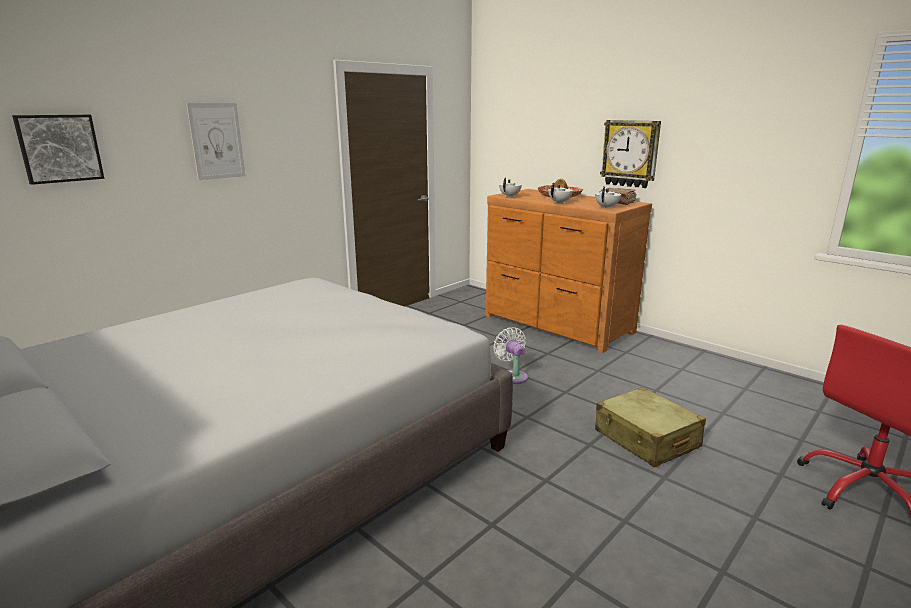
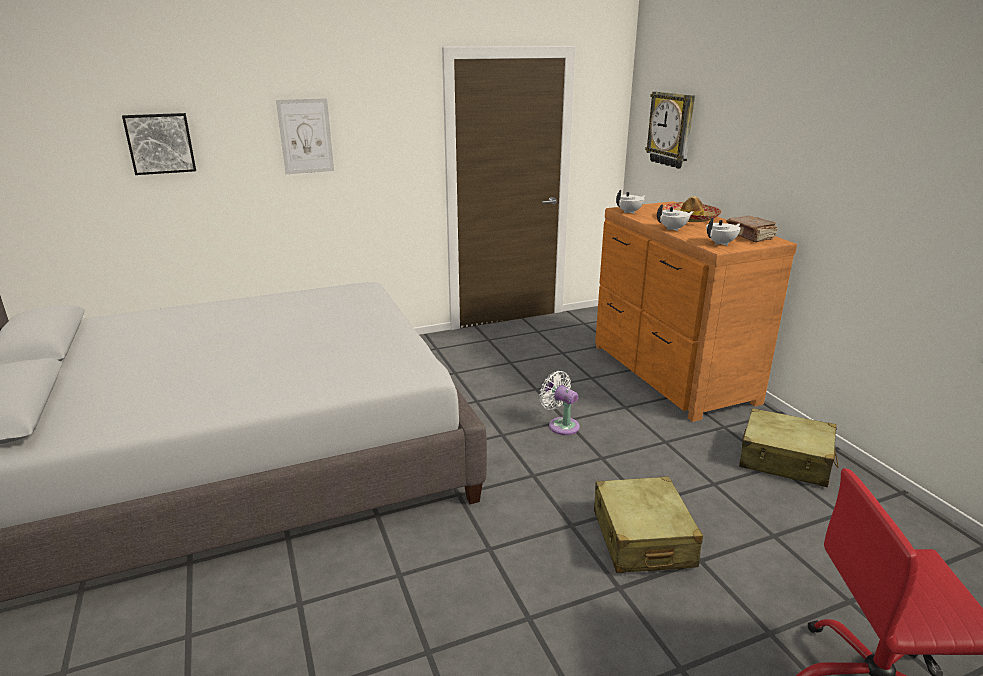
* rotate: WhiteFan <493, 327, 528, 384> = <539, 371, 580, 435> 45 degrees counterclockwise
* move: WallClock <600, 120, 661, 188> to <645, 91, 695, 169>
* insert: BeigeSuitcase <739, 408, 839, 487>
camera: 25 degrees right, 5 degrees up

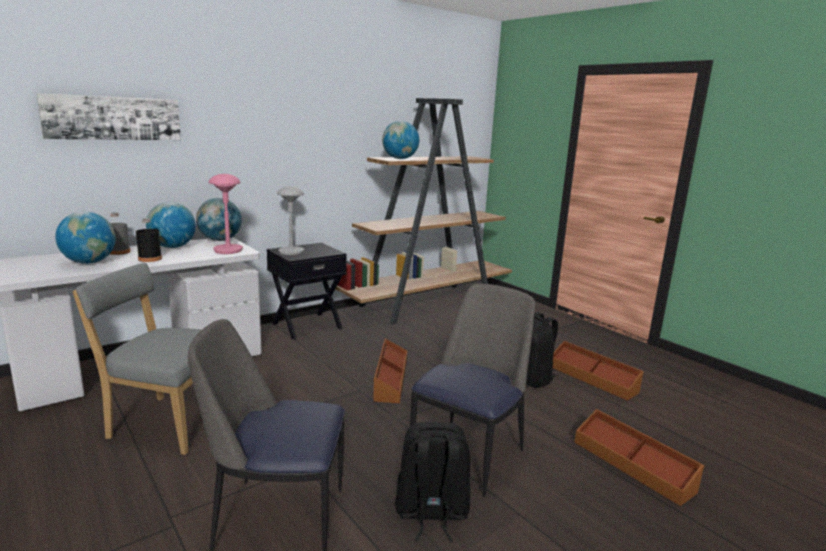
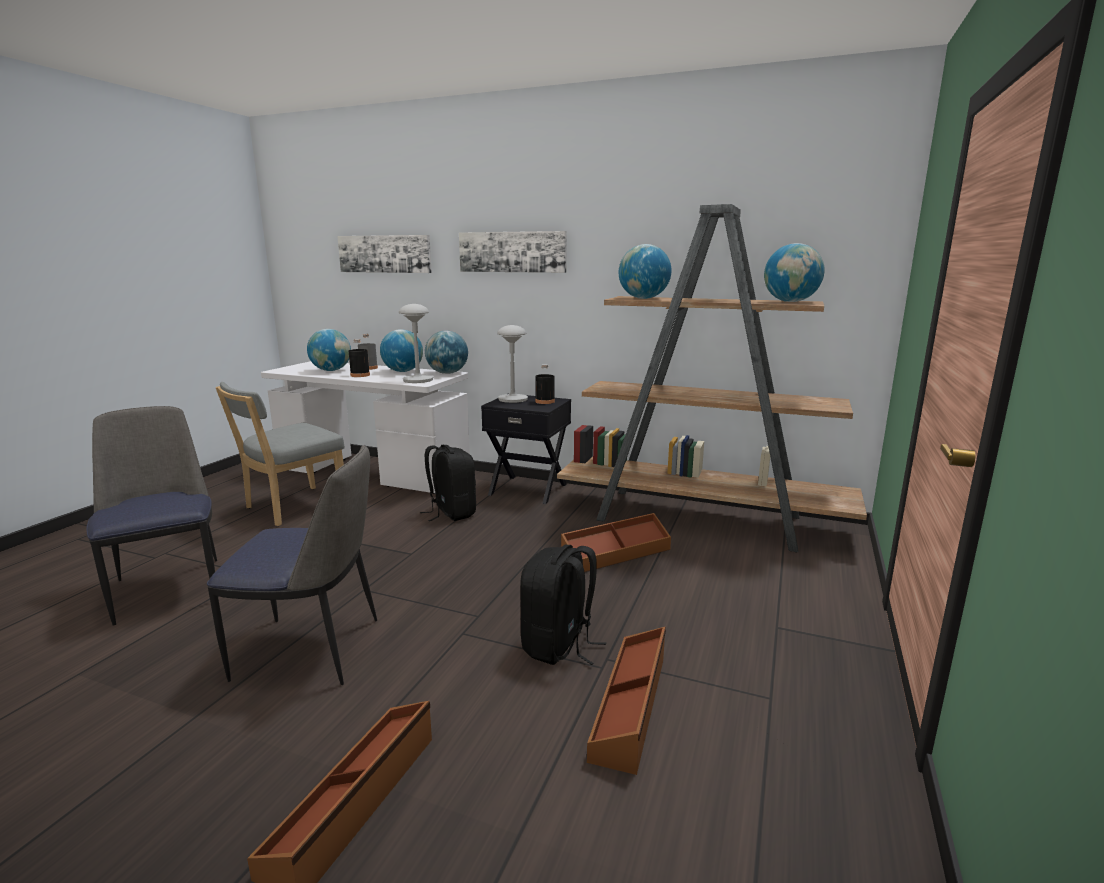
* rotate: GreyChair <72, 263, 201, 455> = <216, 382, 345, 526> 120 degrees counterclockwise
* recolor: PinkTableLamp <209, 174, 243, 254> to GreyTableLamp <399, 304, 433, 383>
* move: BrownStorageBox <373, 339, 407, 403> to <561, 513, 671, 572>
* move: BlackBackpack <395, 422, 470, 542> to <420, 445, 476, 521>
* insert: Picture <459, 231, 567, 273>
* insert: BlackBottle <535, 364, 555, 404>
* insert: Globe <764, 243, 825, 302>
camera: 60 degrees right, 0 degrees up

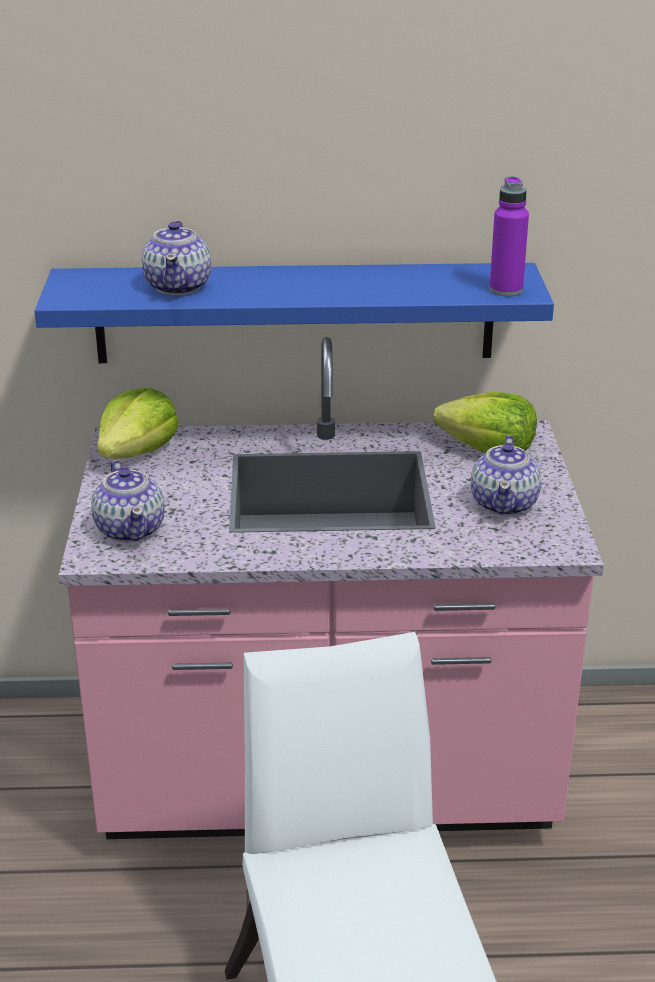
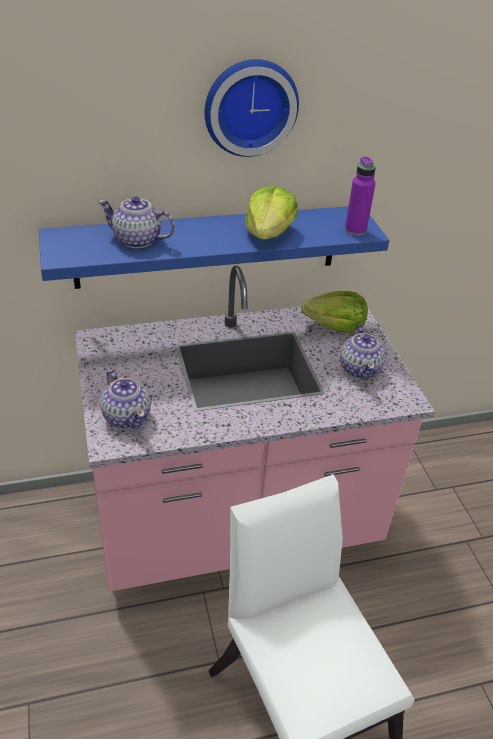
* move: Lettuce <97, 388, 179, 459> to <245, 186, 298, 240>
* rotate: Teapot <142, 221, 211, 295> = <98, 196, 175, 248> 120 degrees clockwise
* insert: WallClock <204, 59, 299, 157>
camera: 15 degrees left, 10 degrees up

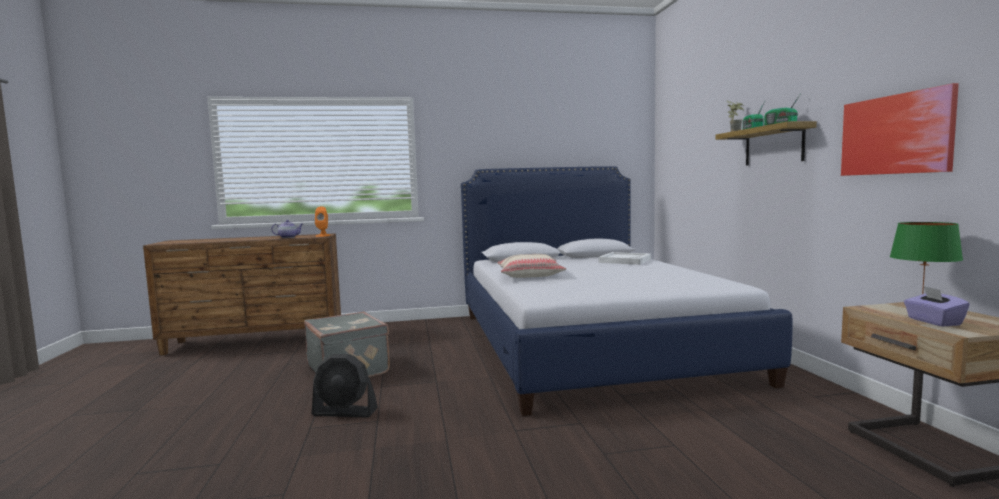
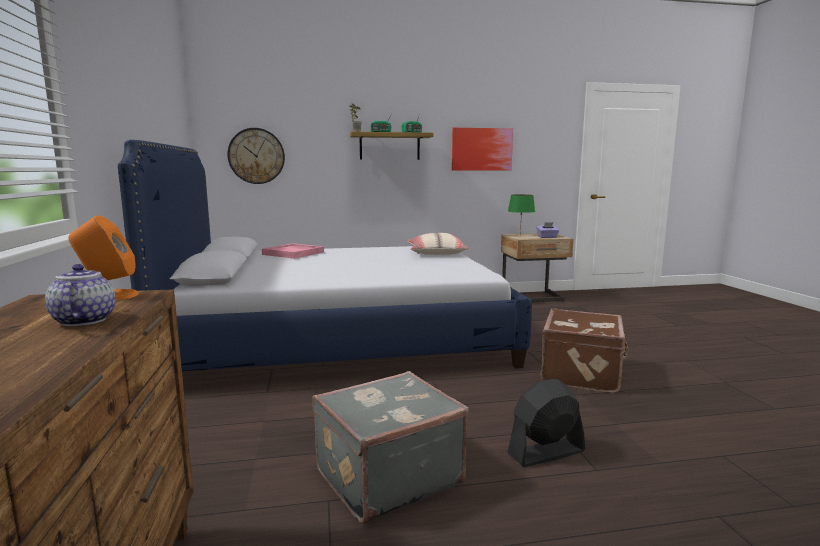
* rotate: BlackFan <312, 354, 378, 418> = <507, 379, 585, 467> 120 degrees counterclockwise
* move: BeigePillow <497, 254, 566, 278> to <407, 233, 469, 255>
* recolor: WhiteTray <599, 252, 651, 265> to PinkTray <262, 243, 324, 259>
* insert: WallClock <227, 128, 285, 184>
* insert: BrownSuitcase <540, 308, 628, 393>
camera: 90 degrees left, 5 degrees up

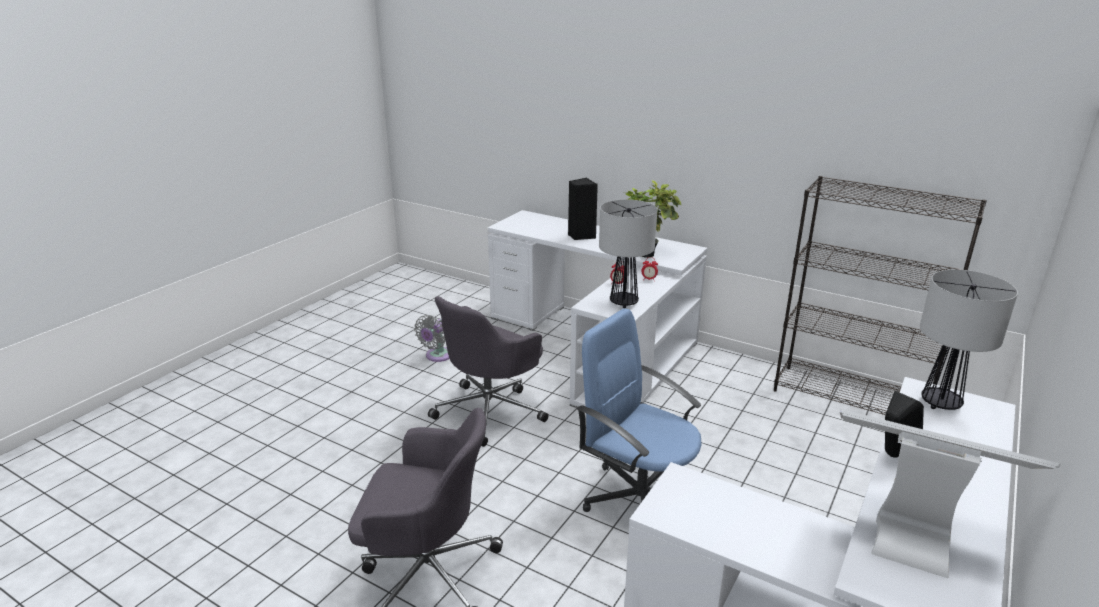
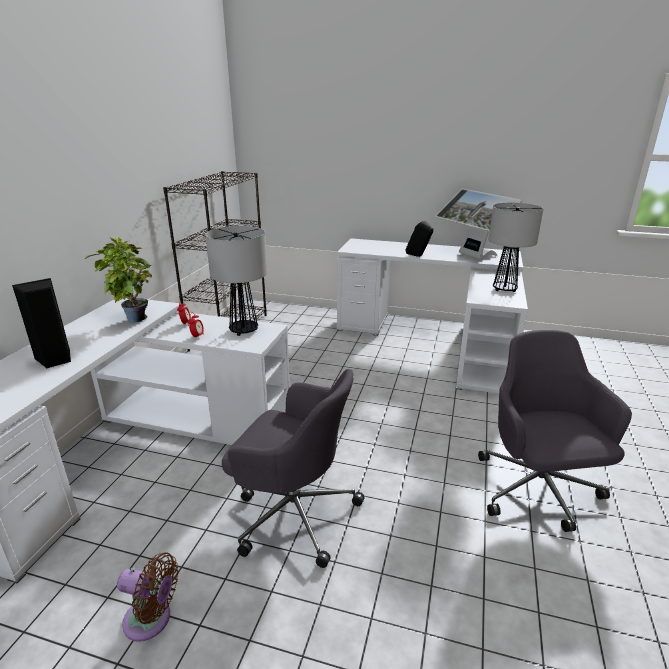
* recolor: GreyFan <414, 315, 450, 362> to BrownFan <117, 552, 178, 642>
* delete: BlueOfficeChair <577, 308, 702, 512>
* rotate: Monitor <840, 409, 1060, 578> = <435, 189, 522, 260> 45 degrees counterclockwise
* move: TableLamp <920, 269, 1018, 410> to <488, 202, 543, 292>
camera: 105 degrees left, 0 degrees up

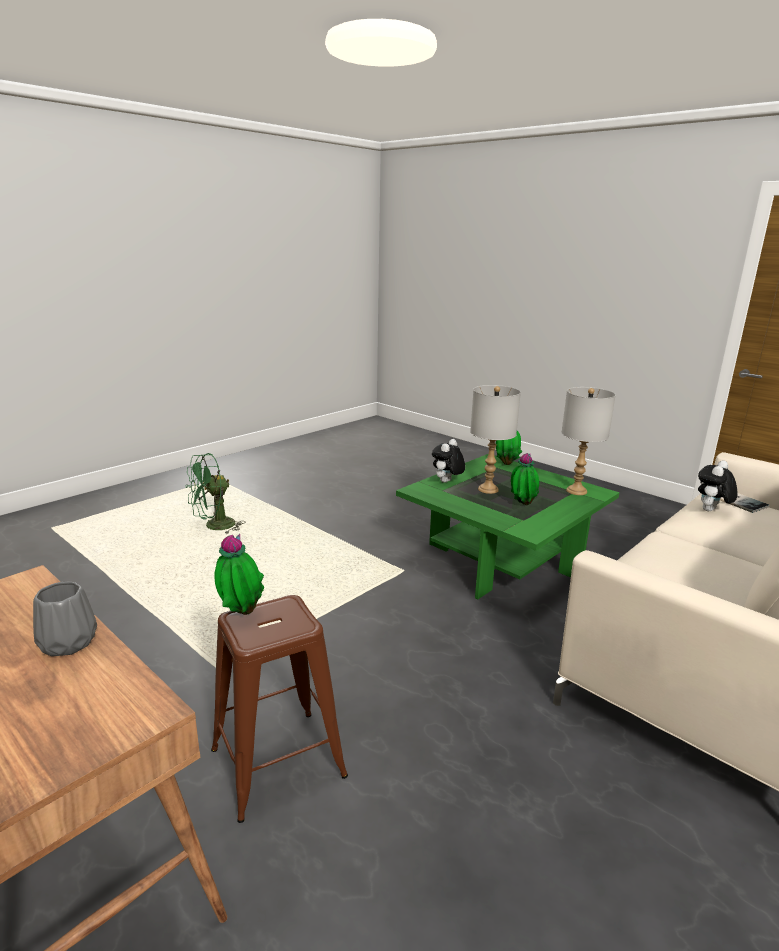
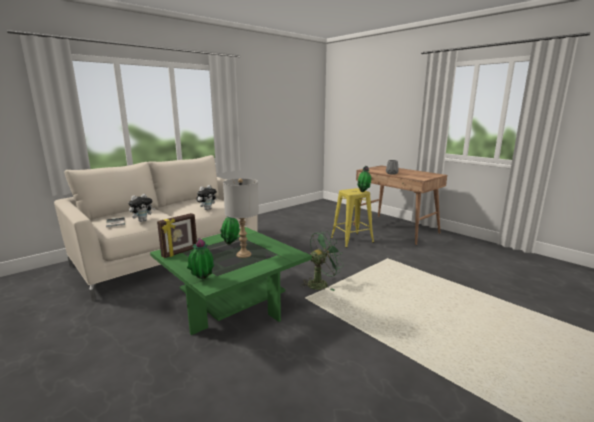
* move: GreenFan <186, 453, 244, 534> to <300, 231, 344, 291>
* recolor: BrownStool <211, 595, 348, 823> to YellowStool <331, 188, 374, 248>
* move: PlushToy <432, 439, 465, 483> to <197, 185, 217, 210>
* replace: GreyTableLamp <561, 387, 616, 495> to PictureFrame <157, 213, 197, 258>
camera: 175 degrees left, 5 degrees down

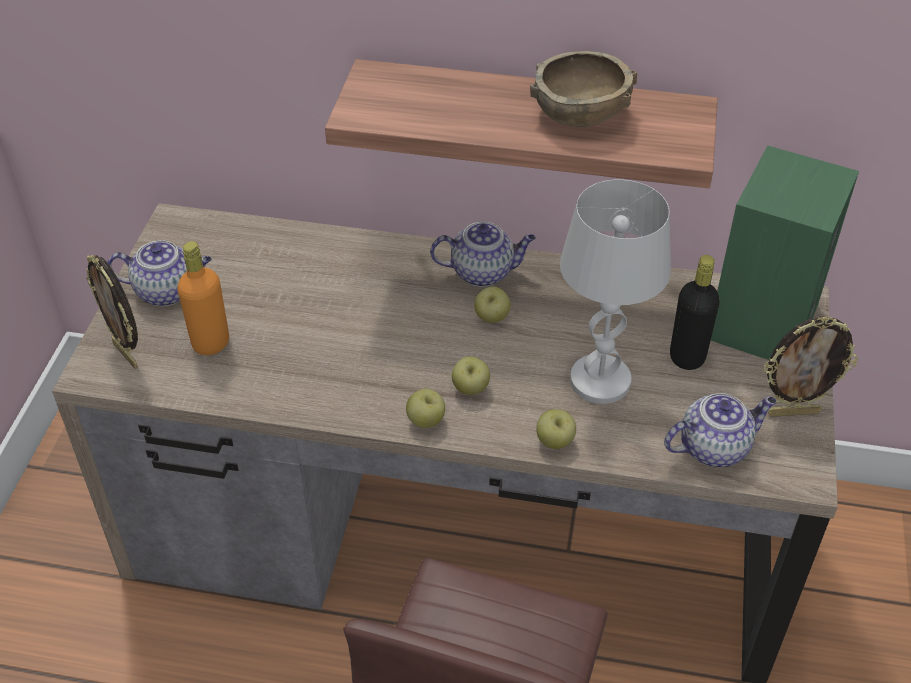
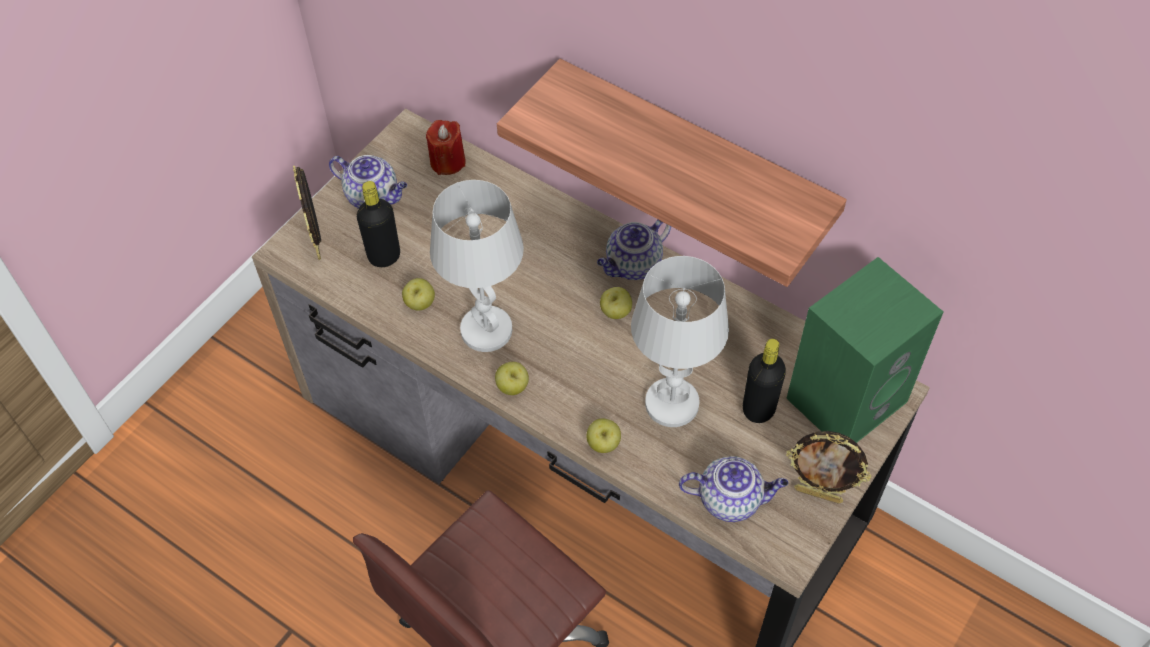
* recolor: OrangeBottle <177, 241, 229, 355> to BlackBottle <357, 181, 400, 267>
* rotate: Teapot <430, 222, 536, 287> = <597, 220, 671, 280> 120 degrees clockwise
* move: Apple <452, 357, 490, 395> to <402, 278, 435, 311>
* delete: BrownBowl <530, 51, 637, 127>
* insert: RedCandle <426, 120, 466, 175>
* insert: WhiteTableLamp <430, 180, 524, 352>
camera: 25 degrees right, 10 degrees up

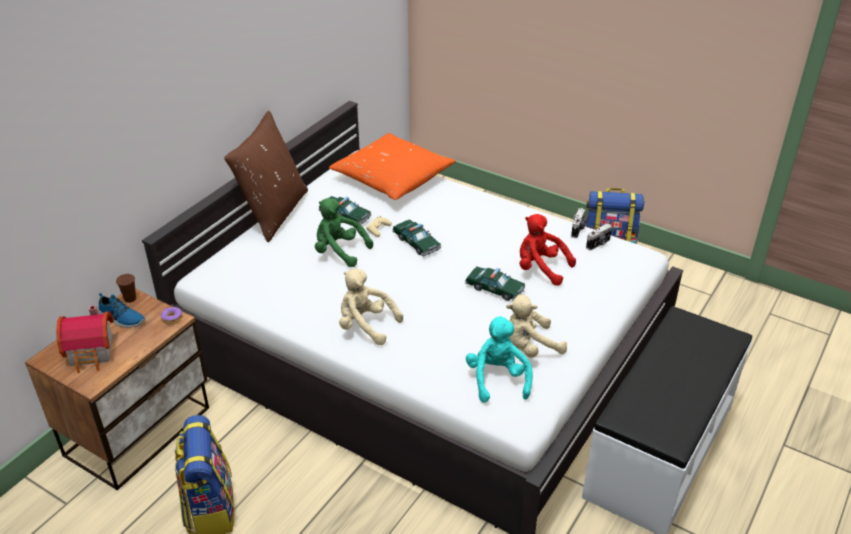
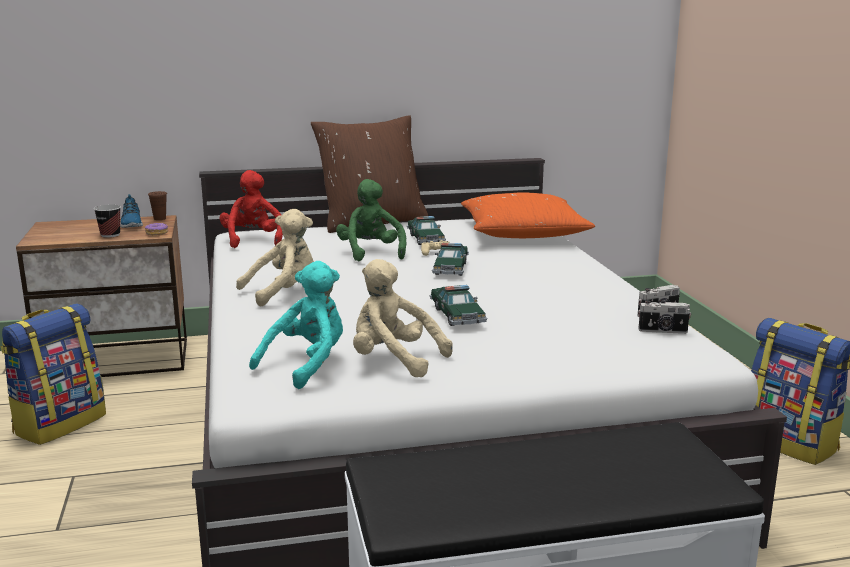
* delete: ToyHouse <56, 305, 114, 373>
* rotate: BeigePlushToy <339, 269, 403, 345> = <236, 209, 314, 307> 75 degrees clockwise
* move: RedPlushToy <520, 214, 576, 286> to <219, 170, 283, 248>
* insert: Cup <94, 204, 121, 238>
camera: 45 degrees right, 20 degrees down

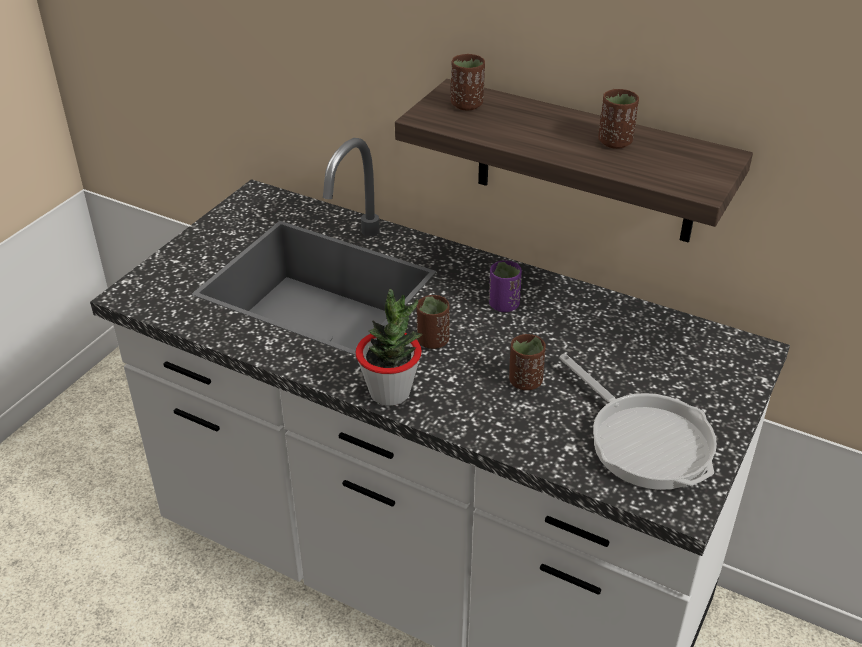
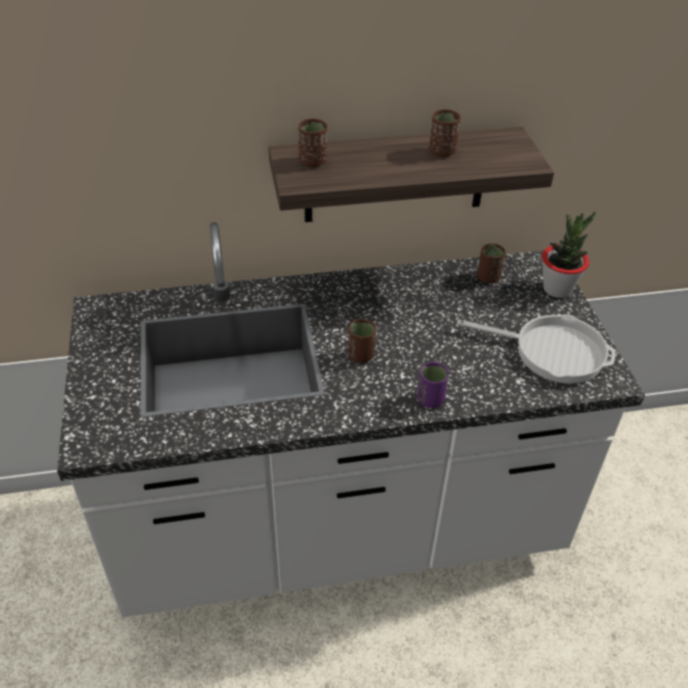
* move: PottedPlant <355, 289, 423, 406> to <542, 212, 596, 298>
* move: PurpleCup <489, 260, 522, 312> to <417, 362, 449, 408>
* move: BrownCup <509, 334, 546, 390> to <477, 243, 506, 283>
camera: 40 degrees left, 5 degrees up

